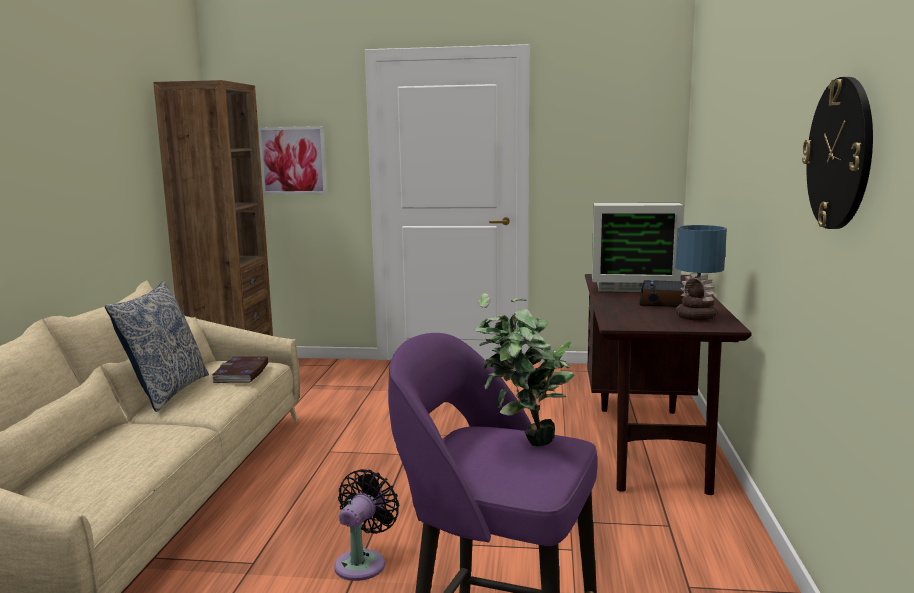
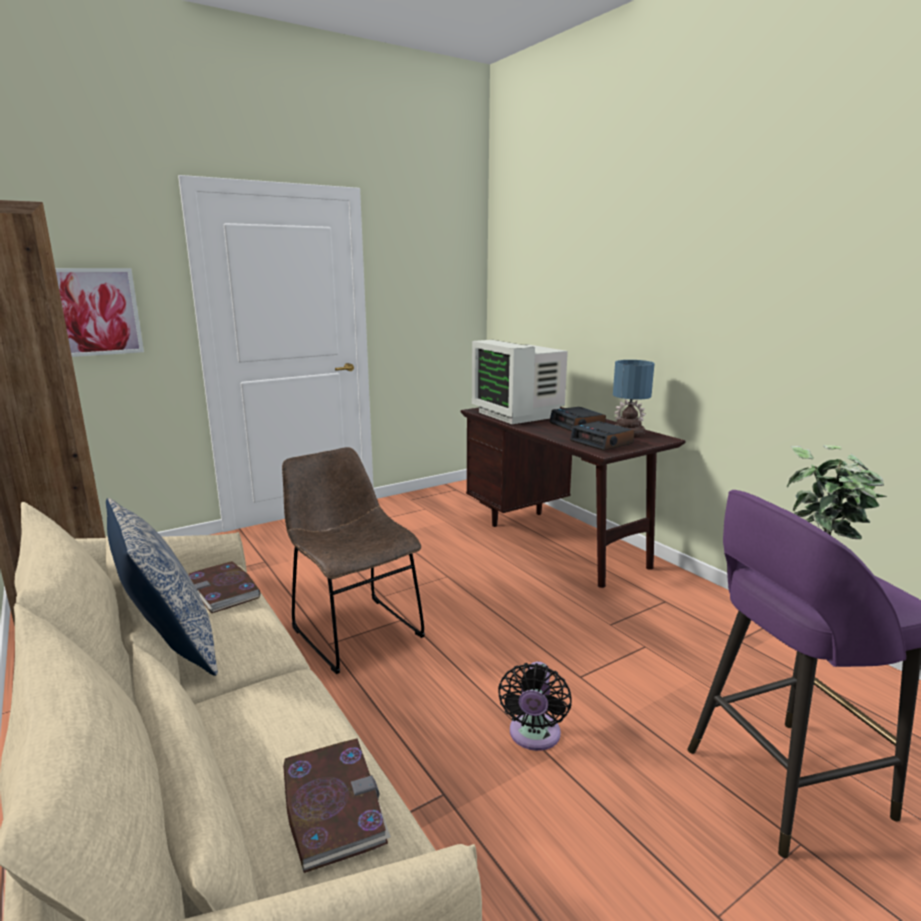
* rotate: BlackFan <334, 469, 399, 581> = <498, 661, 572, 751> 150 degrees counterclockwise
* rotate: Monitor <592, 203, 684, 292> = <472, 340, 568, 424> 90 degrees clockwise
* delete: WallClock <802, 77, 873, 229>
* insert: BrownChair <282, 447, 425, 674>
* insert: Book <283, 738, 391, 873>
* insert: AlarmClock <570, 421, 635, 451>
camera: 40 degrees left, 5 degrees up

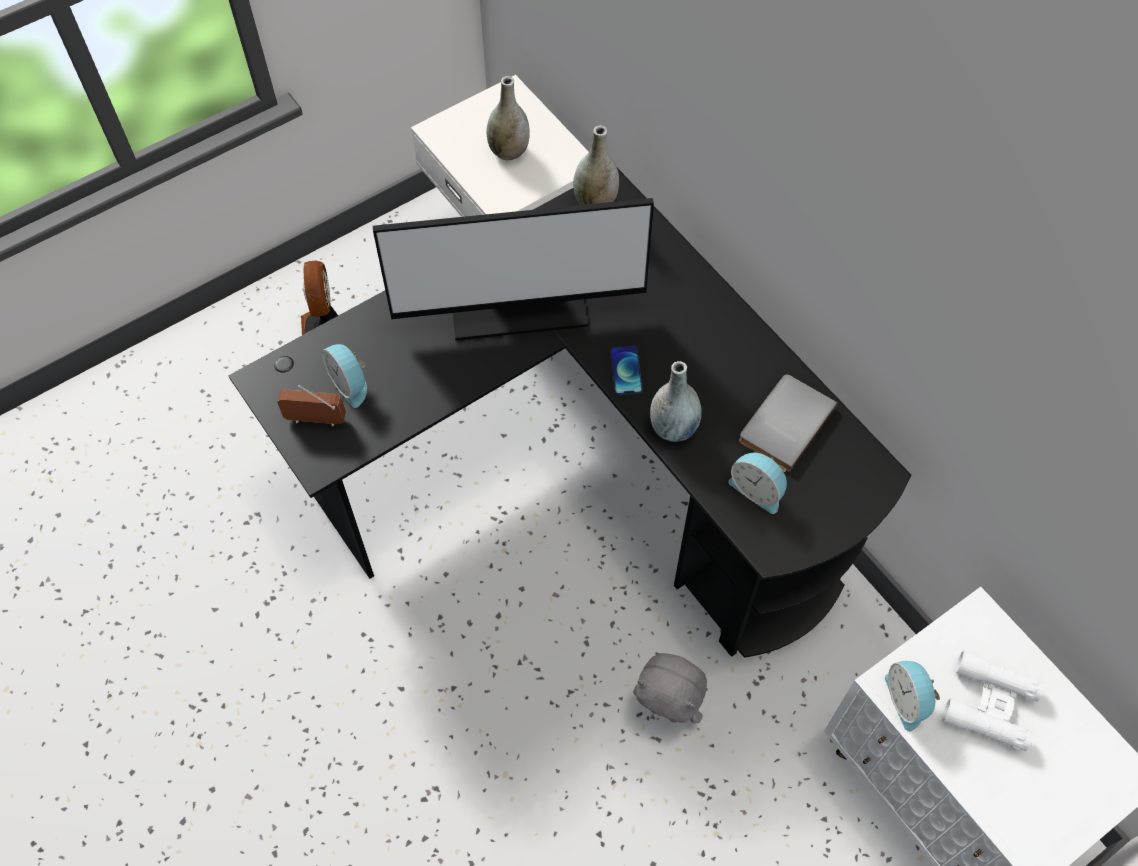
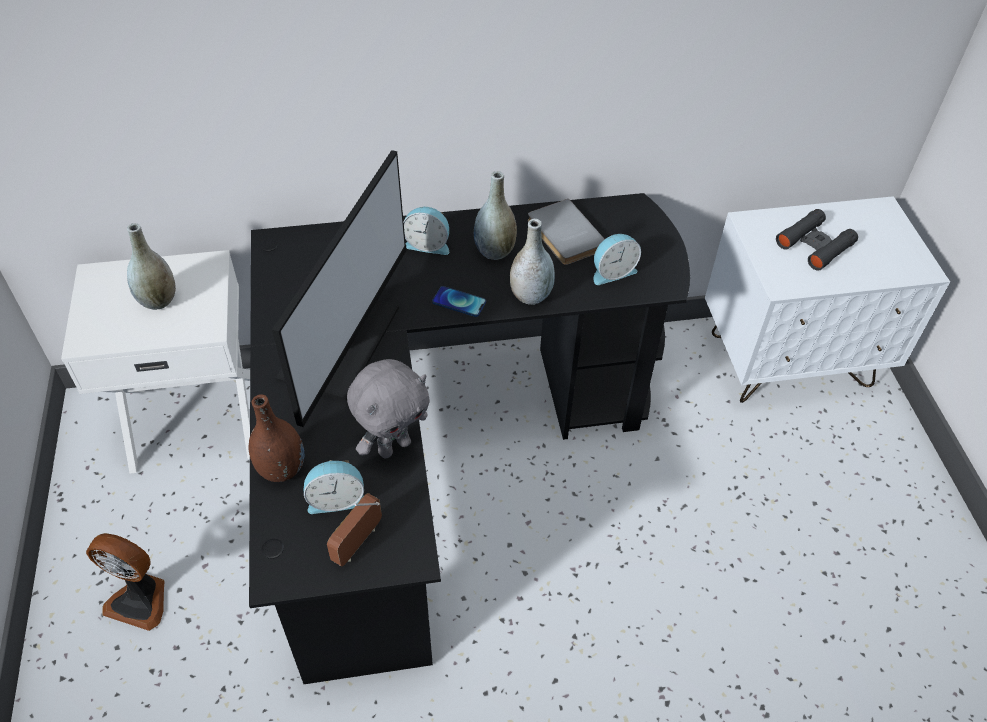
* move: GreyVase <573, 125, 619, 205> to <474, 171, 517, 260>
* move: GreyPlushToy <633, 653, 707, 723> to <347, 359, 430, 459>
* move: AlarmClock <885, 661, 940, 732> to <404, 207, 449, 255>
* recolor: WhiteBinoculars <942, 650, 1045, 751> to BlackBinoculars <776, 209, 858, 271>
* insert: BrownVase <249, 394, 304, 482>
camera: 65 degrees left, 10 degrees down

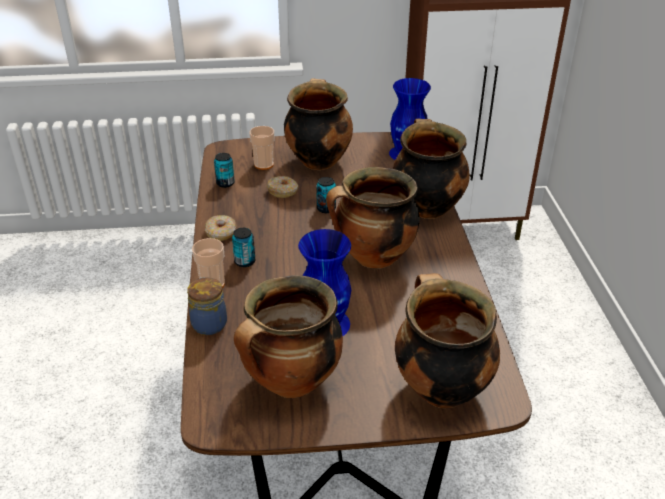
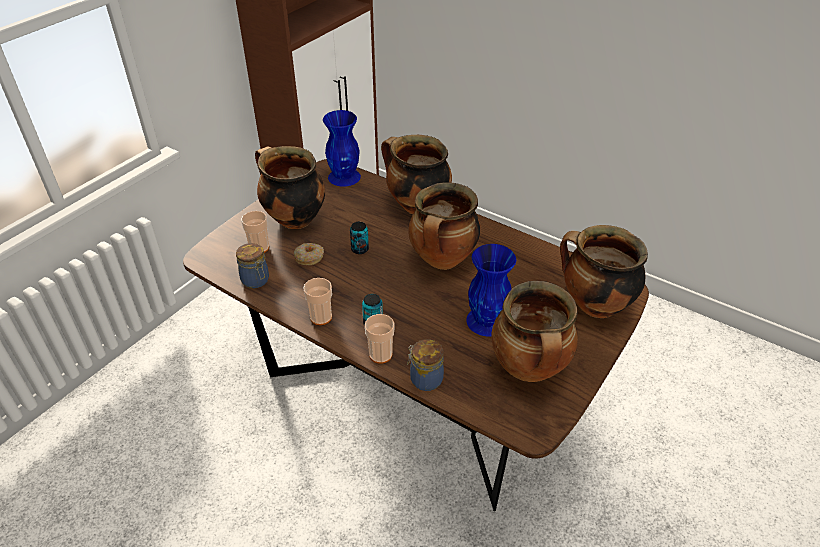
* replace: Donut <205, 215, 236, 241> to Cup <303, 278, 332, 325>
* replace: Can <214, 153, 235, 188> to Jar <236, 243, 269, 288>
camera: 50 degrees left, 5 degrees up

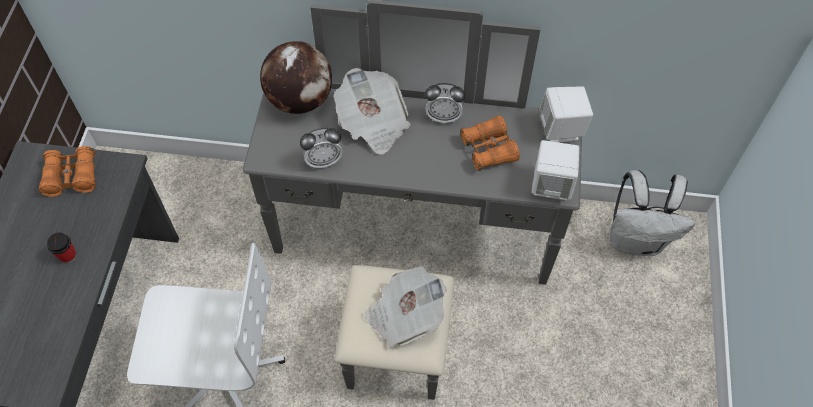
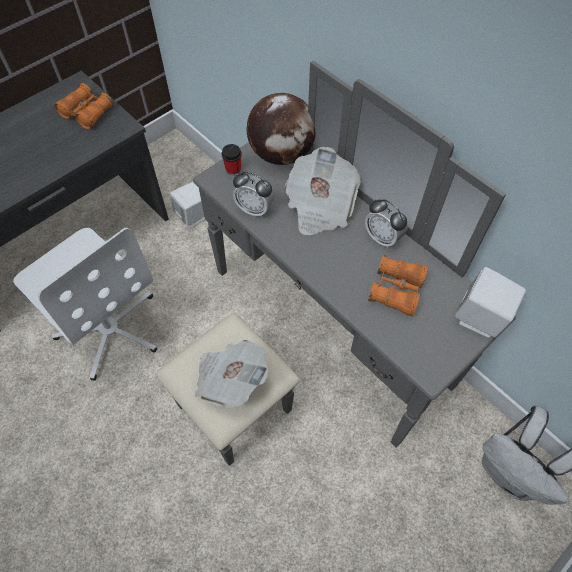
* move: Cup <47, 232, 77, 264> to <221, 144, 242, 176>
* move: WhiteSpeaker <532, 140, 579, 200> to <170, 182, 205, 228>
camera: 40 degrees right, 0 degrees up

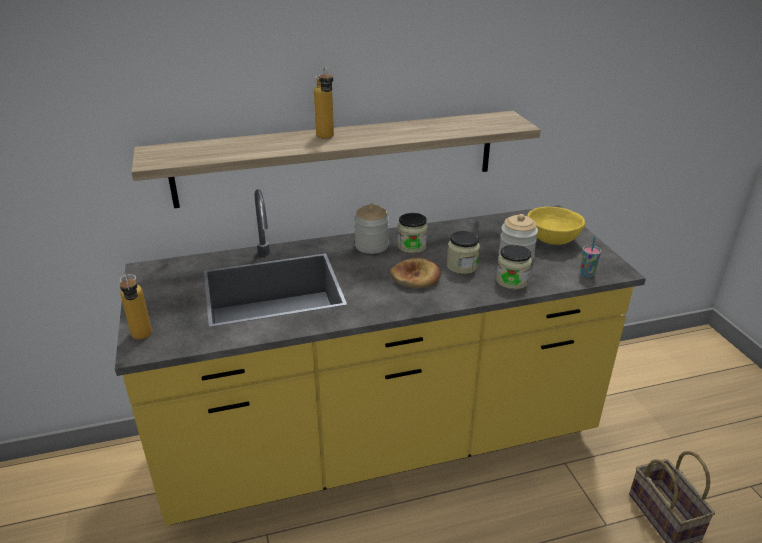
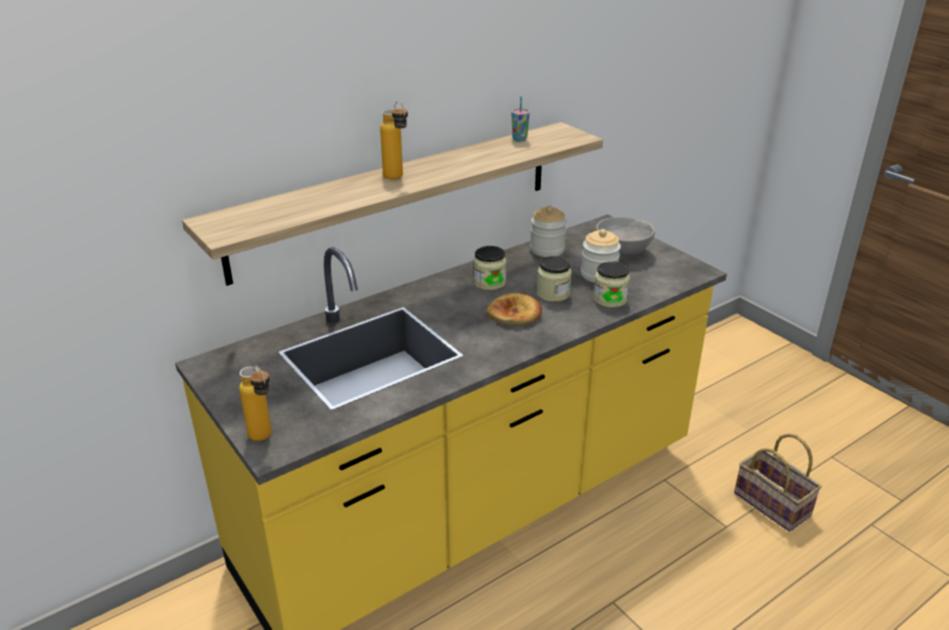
* move: Jar <354, 204, 389, 254> to <530, 206, 567, 257>
* recolor: YellowBowl <527, 207, 585, 245> to GreyBowl <596, 217, 655, 256>
* move: Cup <580, 237, 601, 277> to <511, 96, 530, 142>
camera: 20 degrees left, 0 degrees up

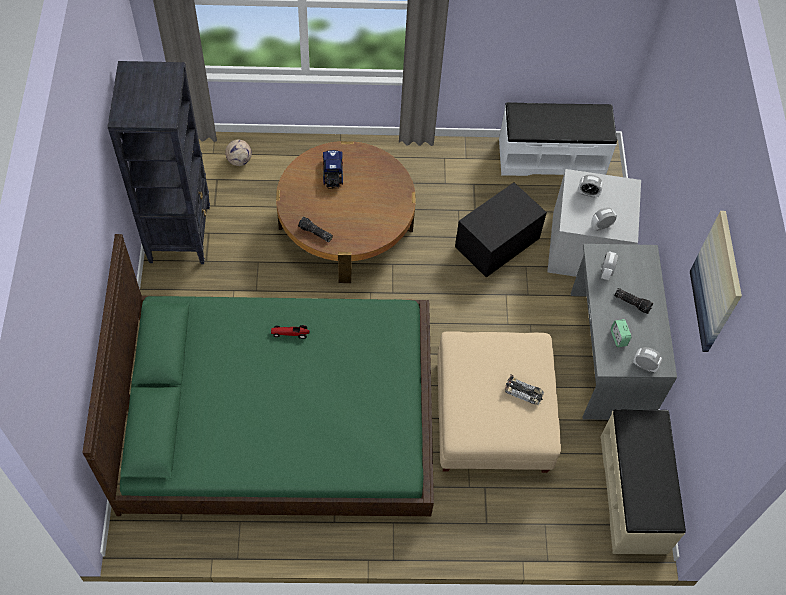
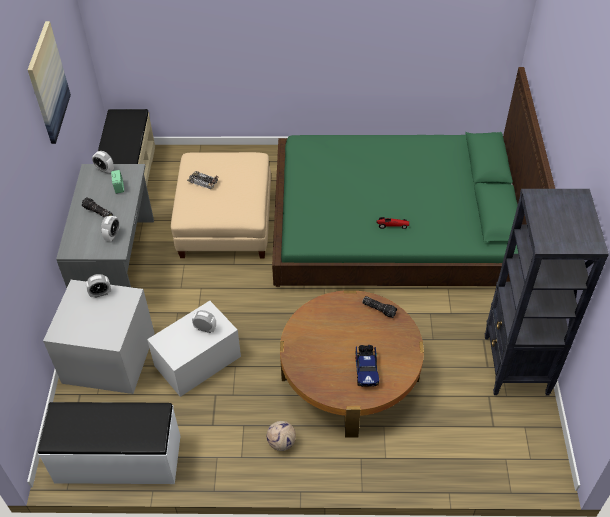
* move: Football <225, 139, 252, 166> to <267, 421, 296, 451>
* recolor: BlackStorageBox <455, 182, 547, 277> to WhiteStorageBox <147, 301, 241, 397>
* move: AlarmClock <578, 175, 603, 198> to <192, 310, 216, 333>
camera: 175 degrees left, 10 degrees down

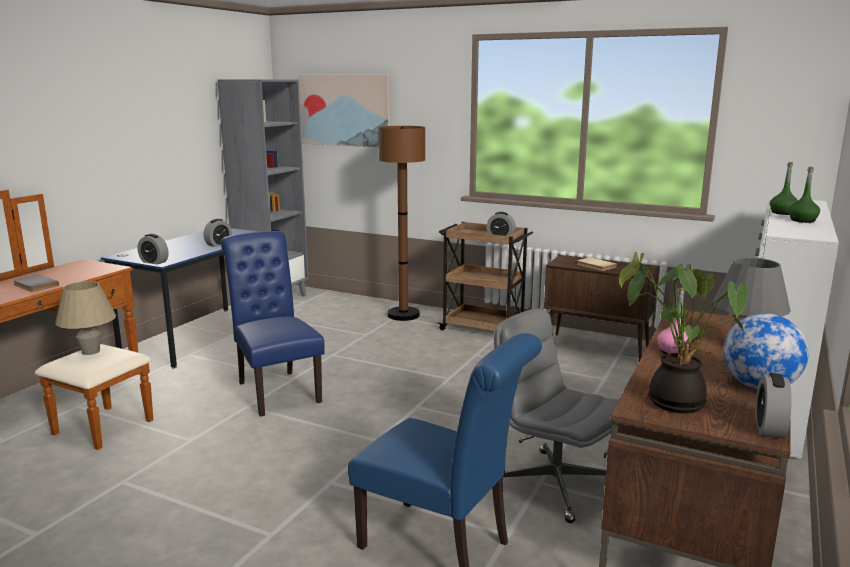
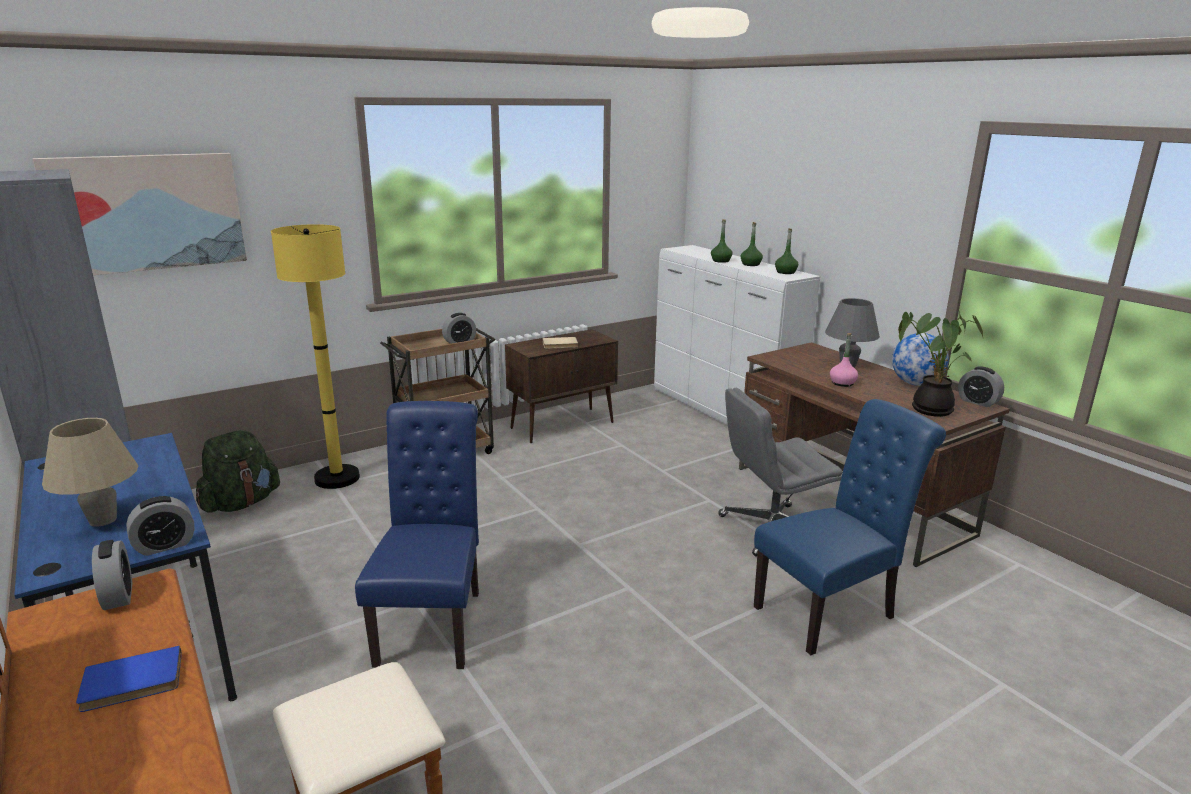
* recolor: GreyBook <13, 275, 59, 292> to BlueBook <76, 646, 182, 712>
* move: BeigeTableLamp <55, 281, 116, 355> to <42, 418, 138, 527>
* move: AlarmClock <204, 219, 232, 247> to <92, 540, 132, 610>
* rotate: BlueChair <221, 231, 325, 417> = <355, 401, 479, 669> 90 degrees clockwise
* recolor: BrownFloorLamp <379, 126, 425, 321> to YellowFloorLamp <271, 224, 360, 489>
* insert: GreenBackpack <196, 430, 280, 513>
* insert: GreenBottle <775, 228, 798, 274>
camera: 60 degrees left, 5 degrees up

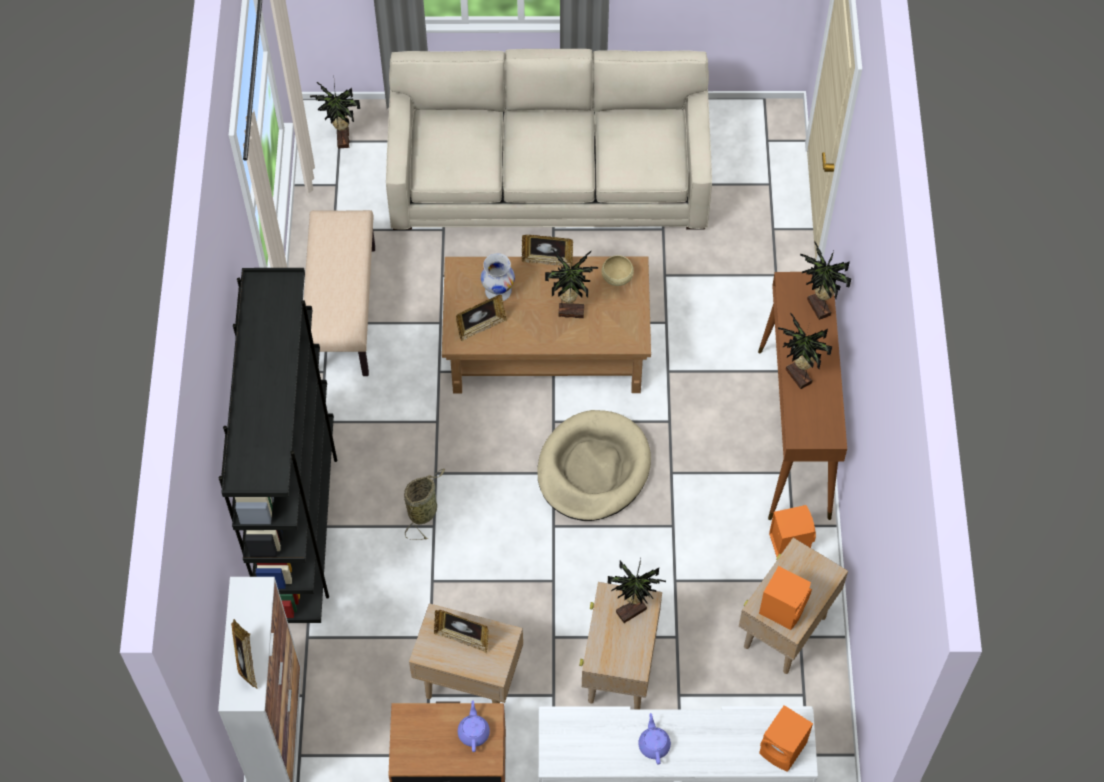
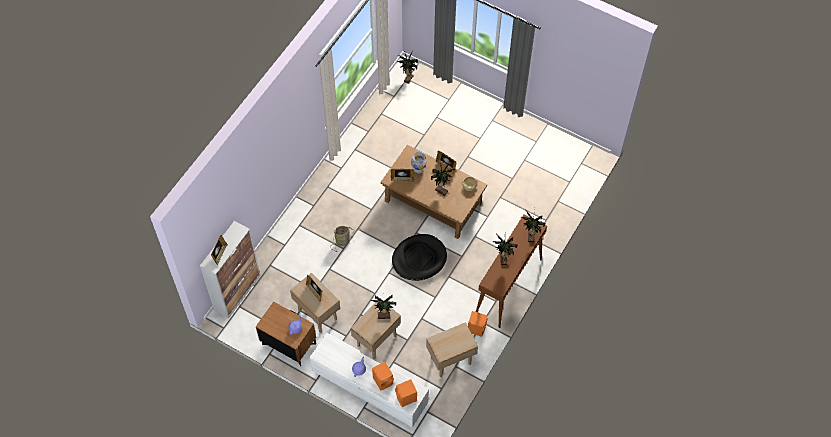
* delete: BlackBookcase <218, 268, 337, 623>
* delete: BeigeBench <303, 210, 375, 376>
* delete: BeigeSofa <386, 49, 712, 230>
* recolor: BeigeDogBed <537, 410, 651, 521> to BlackDogBed <392, 234, 447, 281>
* move: OrangeSpeaker <759, 566, 812, 630> to <372, 362, 394, 391>
camera: 30 degrees right, 0 degrees up

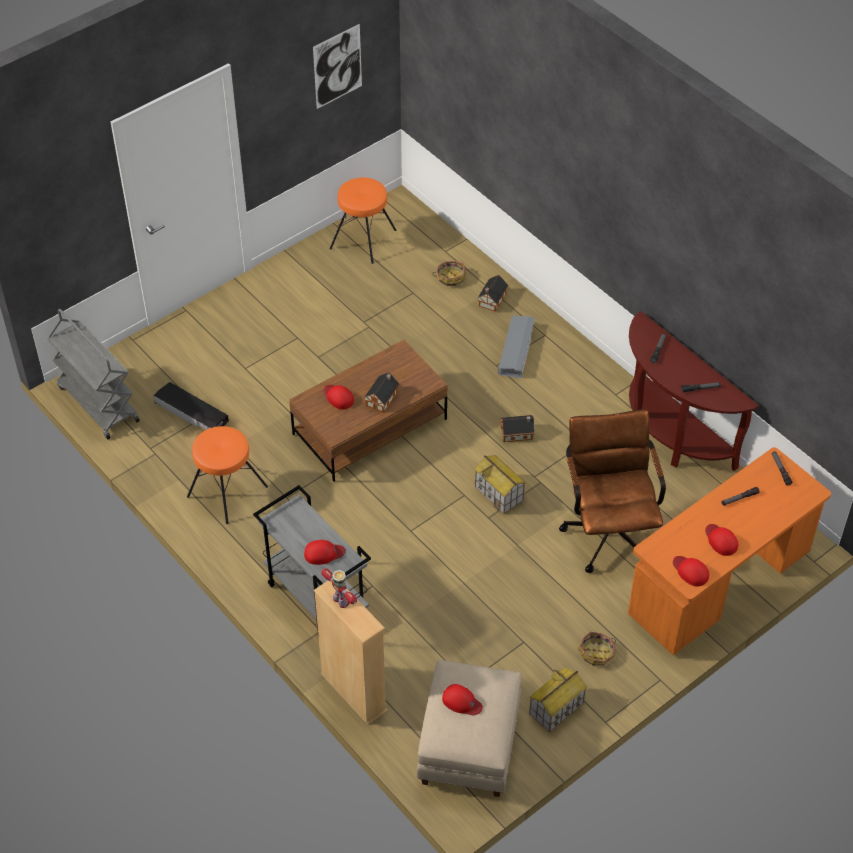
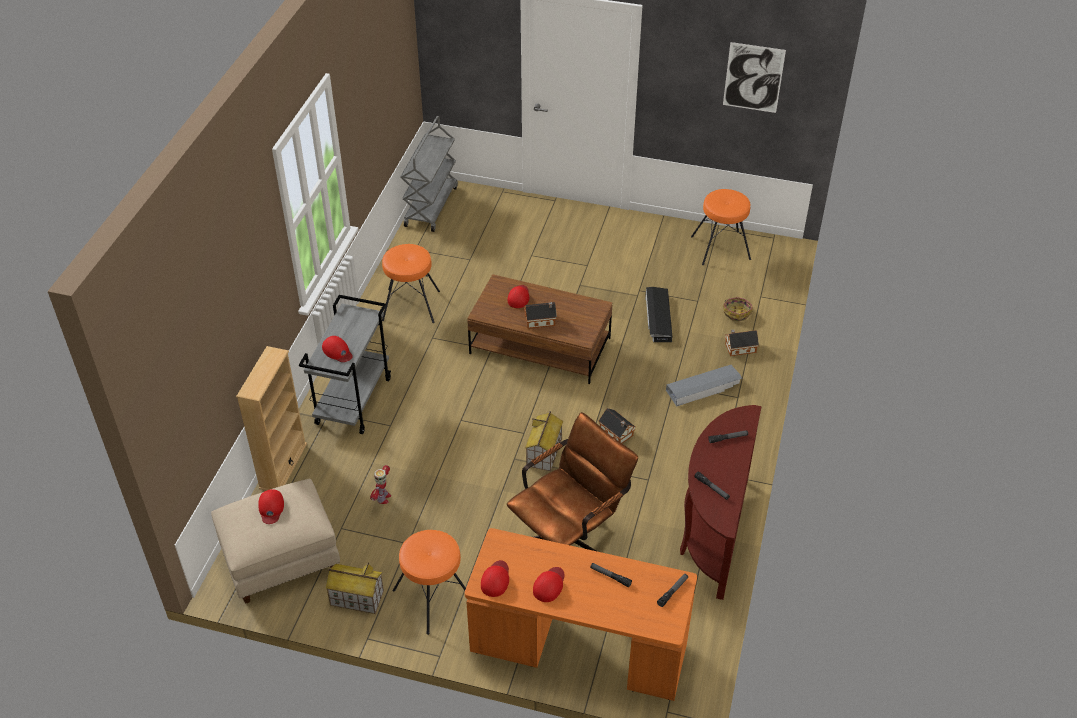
* move: BlackStorageBox <154, 382, 229, 430> to <646, 287, 672, 342>
* move: ToyRobot <321, 568, 357, 608> to <370, 465, 391, 504>
* replace: Basket <577, 632, 617, 666> to OrangeStool <393, 530, 466, 635>
camera: 55 degrees right, 5 degrees down

